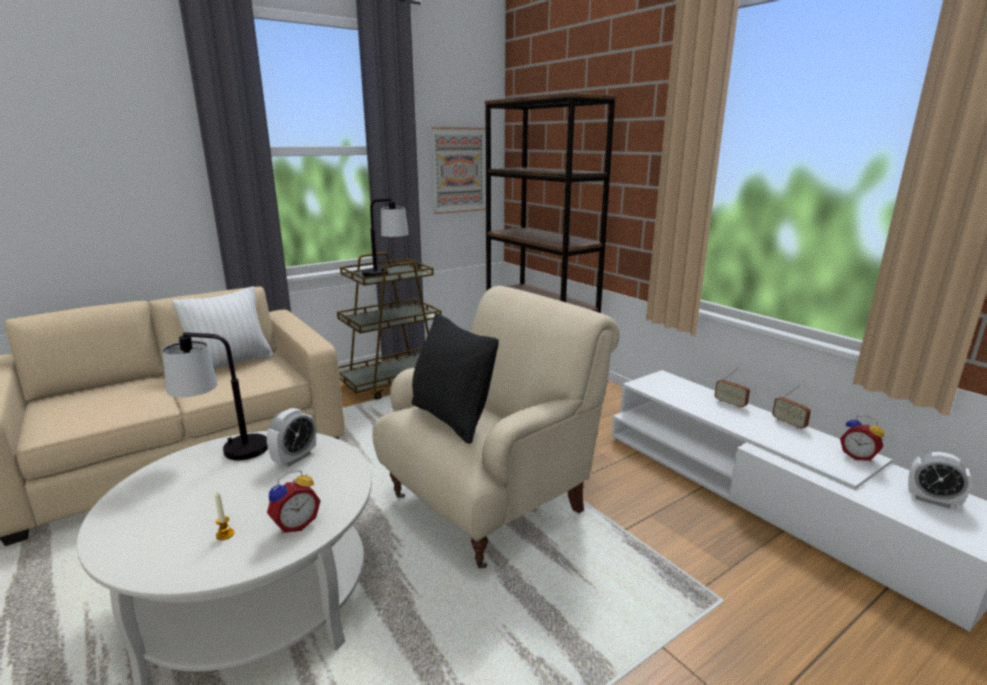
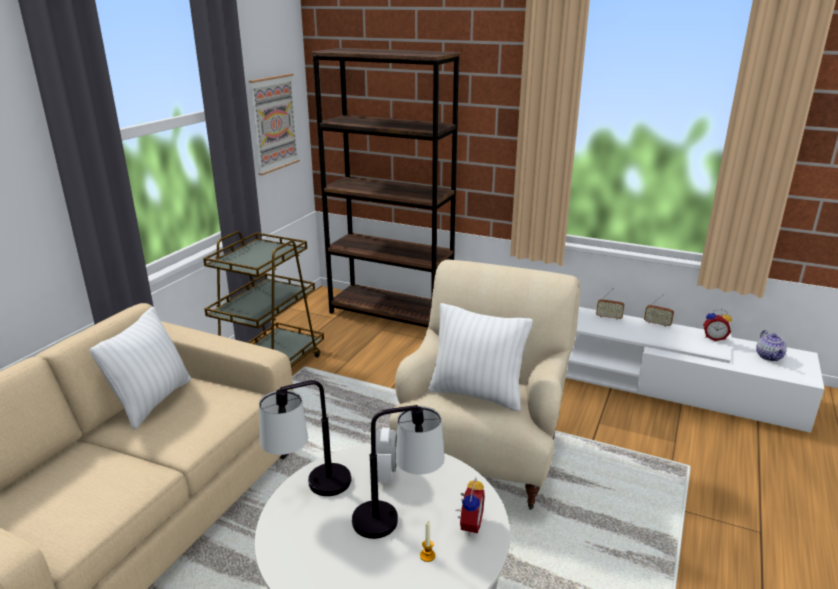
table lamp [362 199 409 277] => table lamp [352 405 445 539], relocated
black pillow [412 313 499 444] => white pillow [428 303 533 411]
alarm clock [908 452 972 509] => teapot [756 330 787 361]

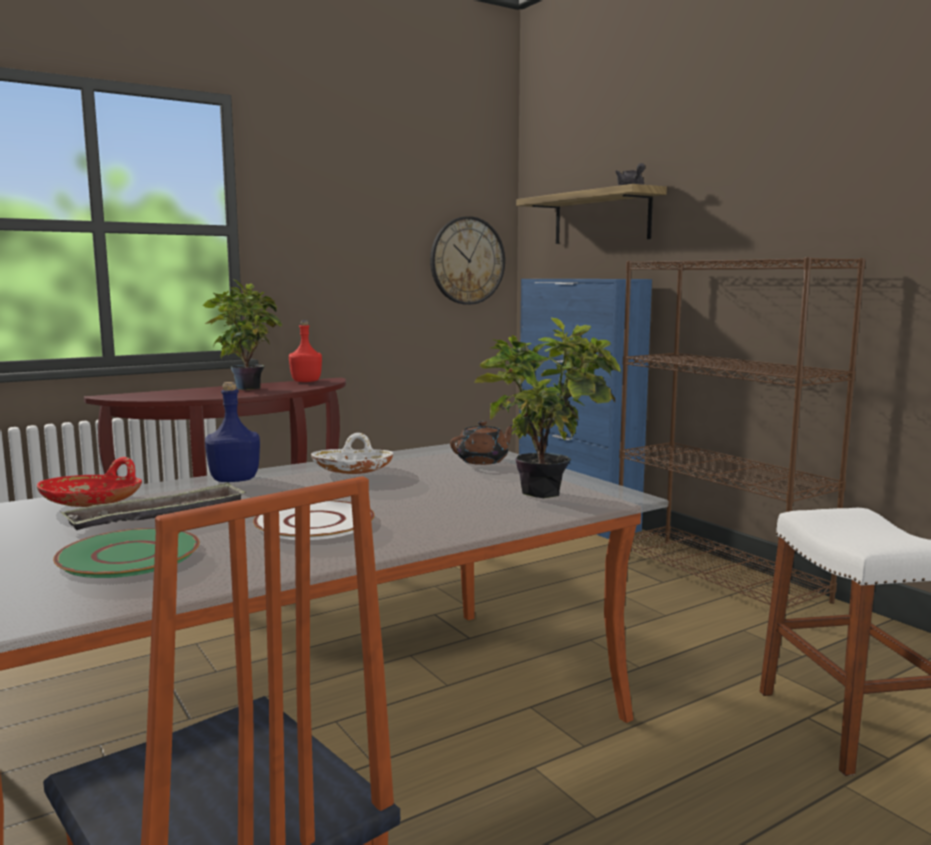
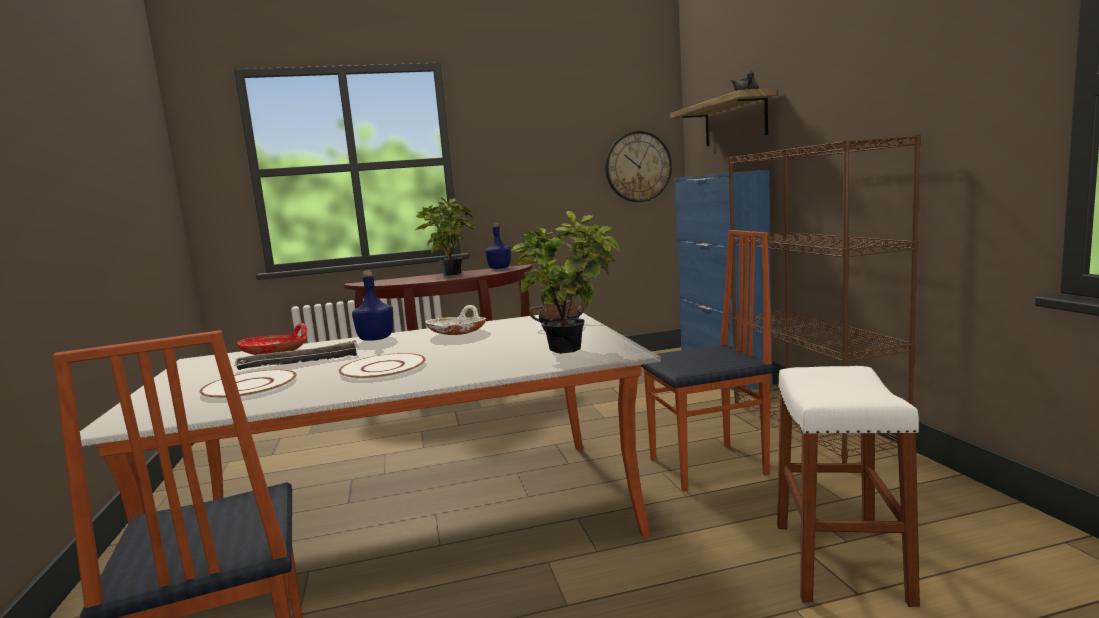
green plate [53 528 200 578] => white plate [200 370 296 400]
red bottle [289 320 322 382] => blue bottle [486 223 511 269]
nothing => chair [641 230 774 492]

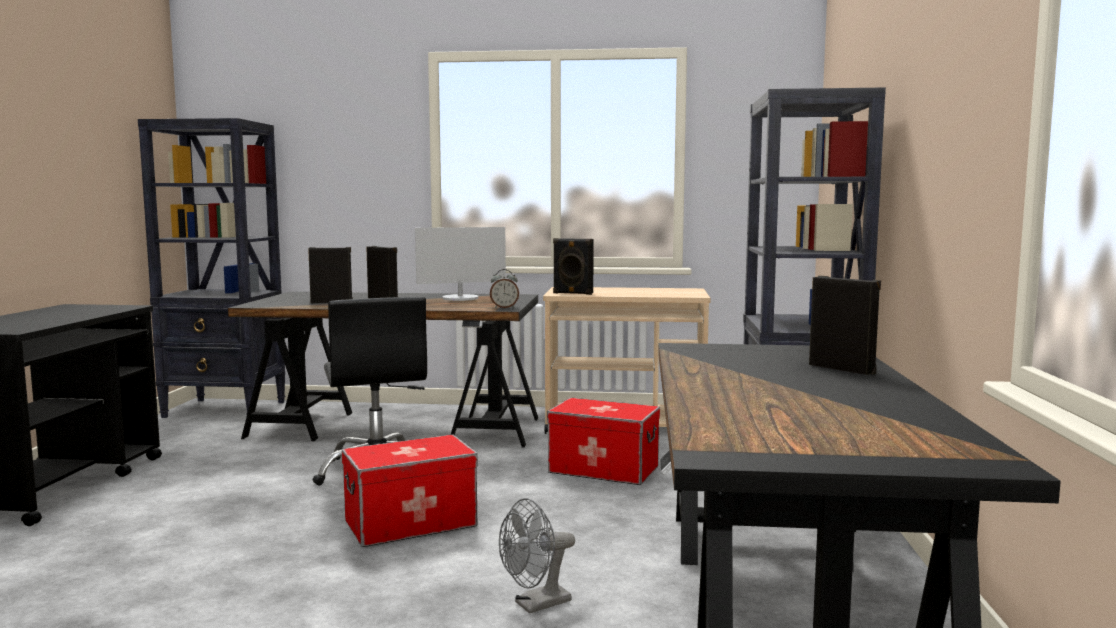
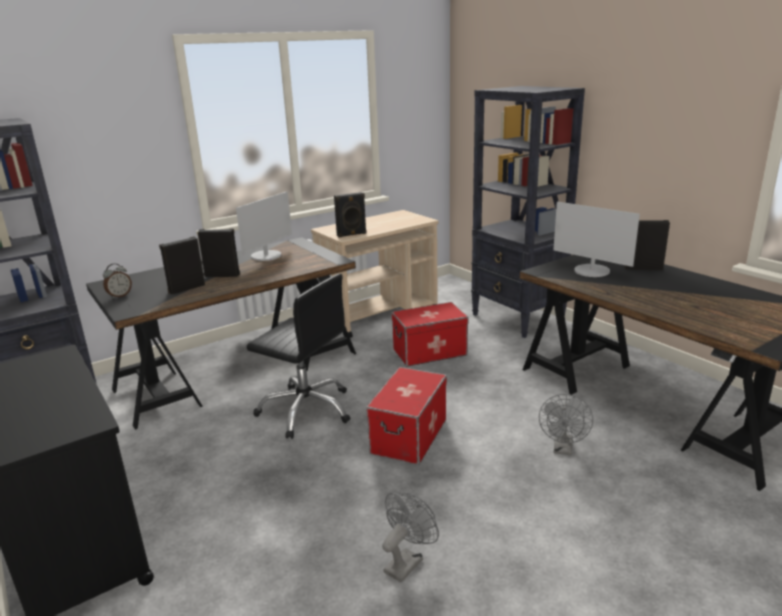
alarm clock [490 269 519 308] => alarm clock [103 263 132 299], relocated
nothing => grey fan [382 492 439 582]
nothing => monitor [553 202 640 277]

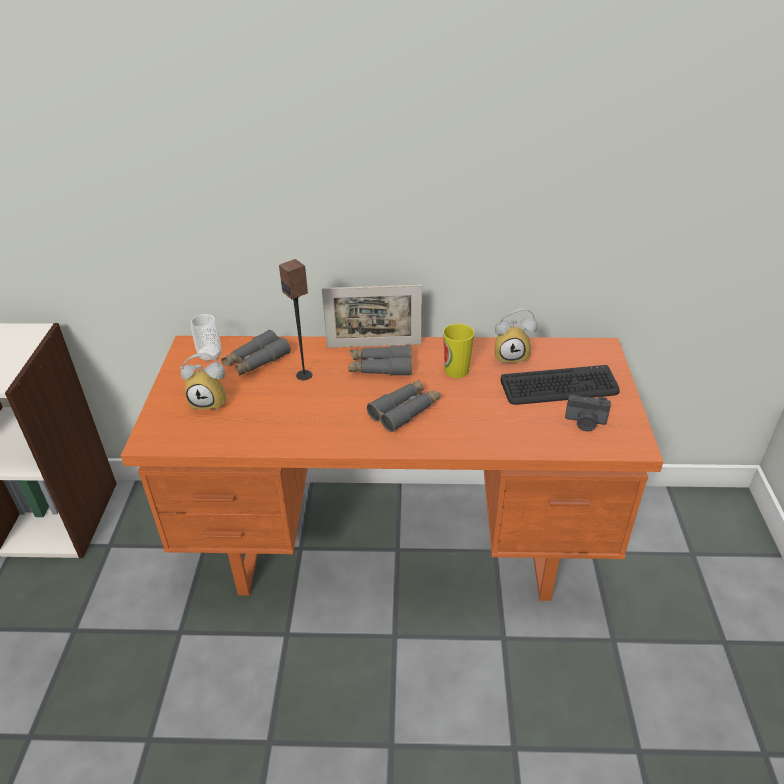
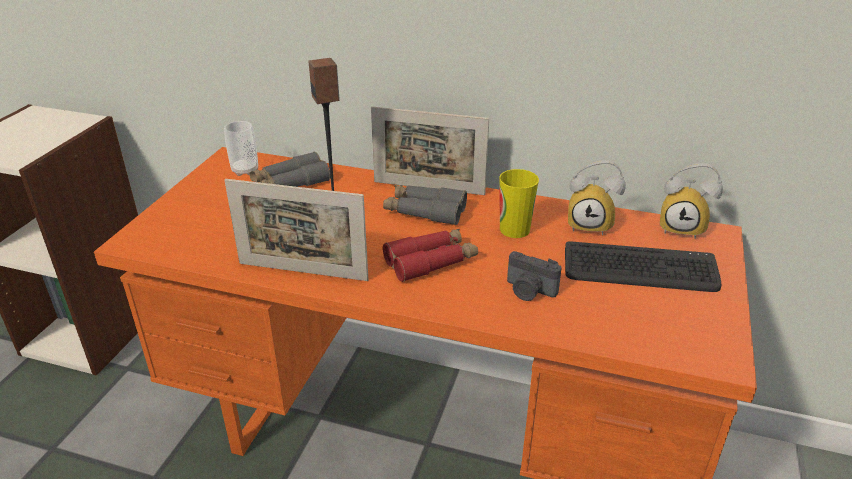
nothing => picture frame [225 179 368 281]
grey binoculars [367 379 441 432] => red binoculars [383 229 478 282]
photo camera [565 395 611 431] => photo camera [507 251 562 301], relocated
alarm clock [180 353 227 411] => alarm clock [660 163 723 239], relocated

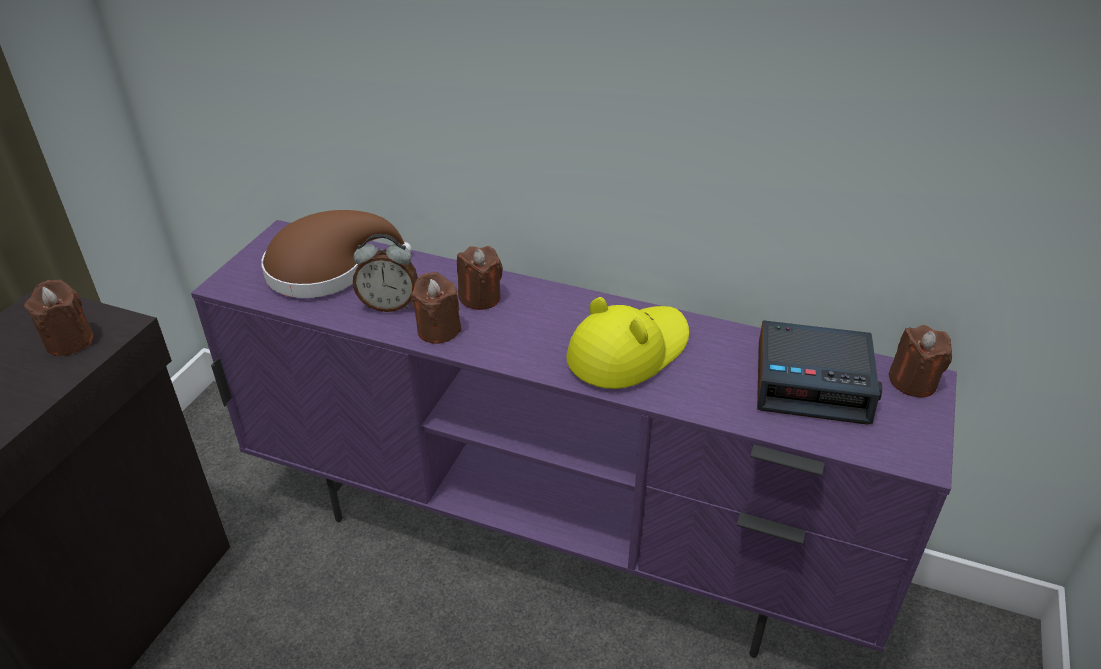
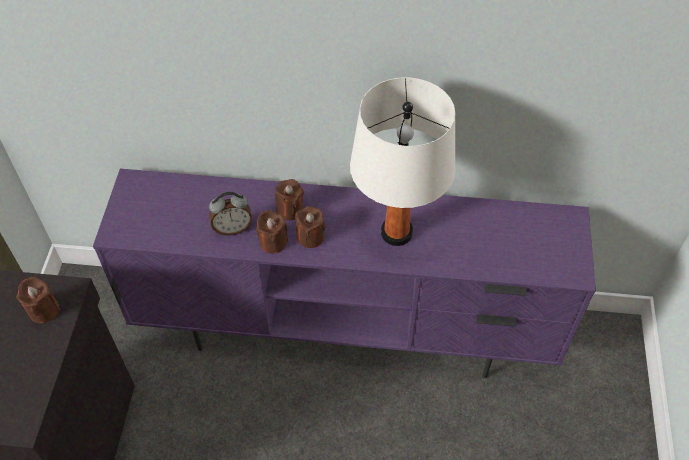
brown candle [889 325 952 397] => brown candle [295 206 326 248], relocated
yellow hat [566 297 689 389] => white table lamp [350 77 456 246]
brown hat [261 210 412 298] => nothing
alarm clock [757 320 882 424] => nothing

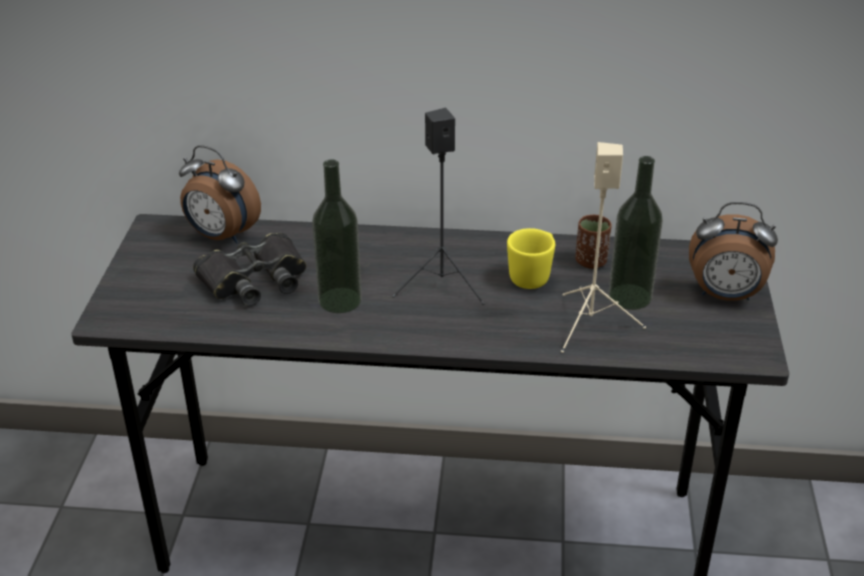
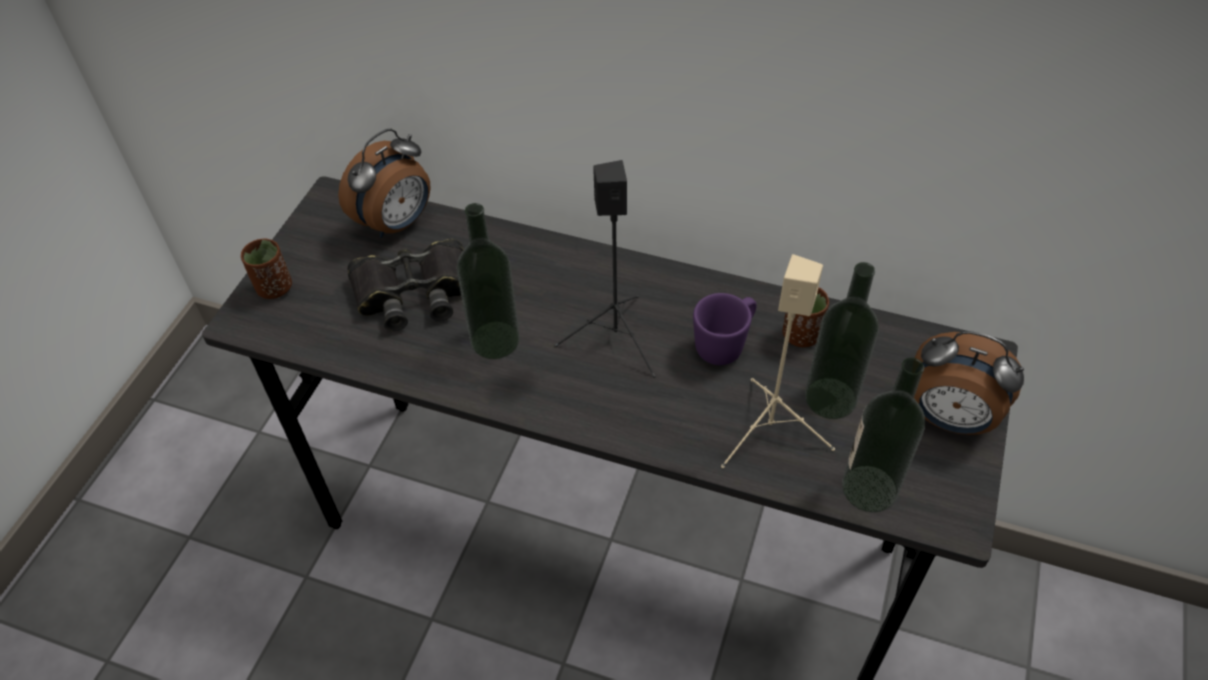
nothing => brown cup [241 238 292 299]
alarm clock [179 145 261 243] => alarm clock [338 129 431 238], 90 degrees counterclockwise
yellow mug [507 228 555 289] => purple mug [693 293 757 365]
nothing => bottle [842 357 925 513]

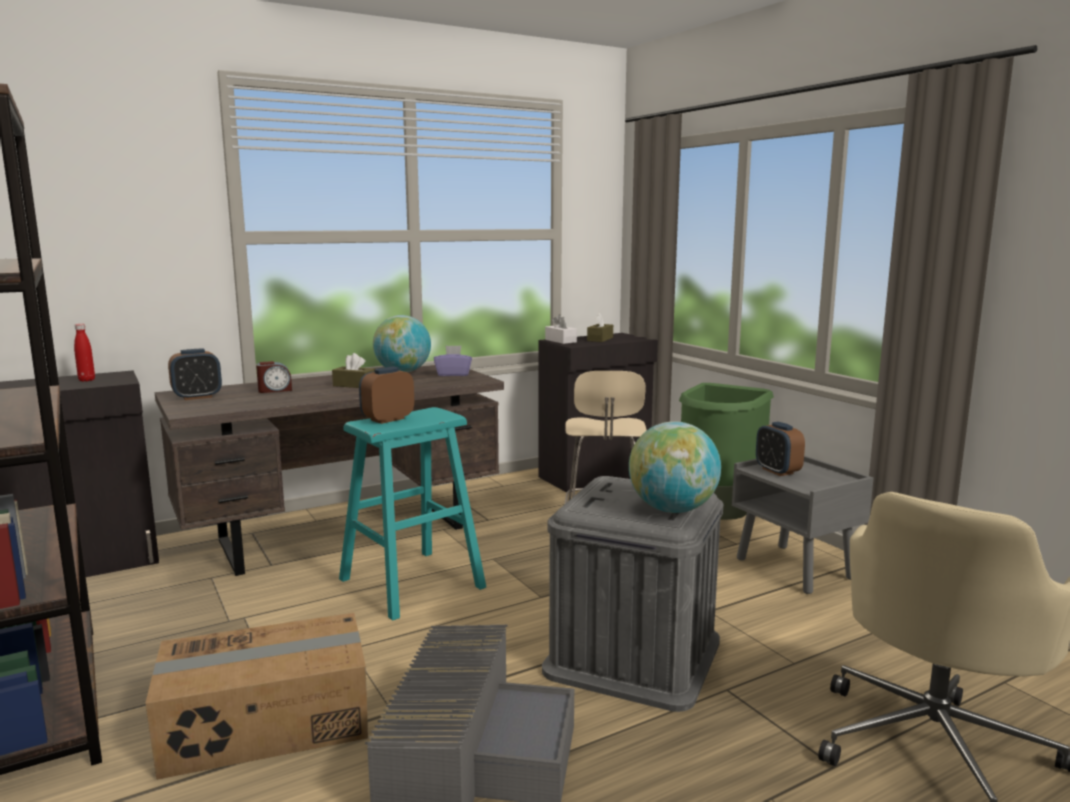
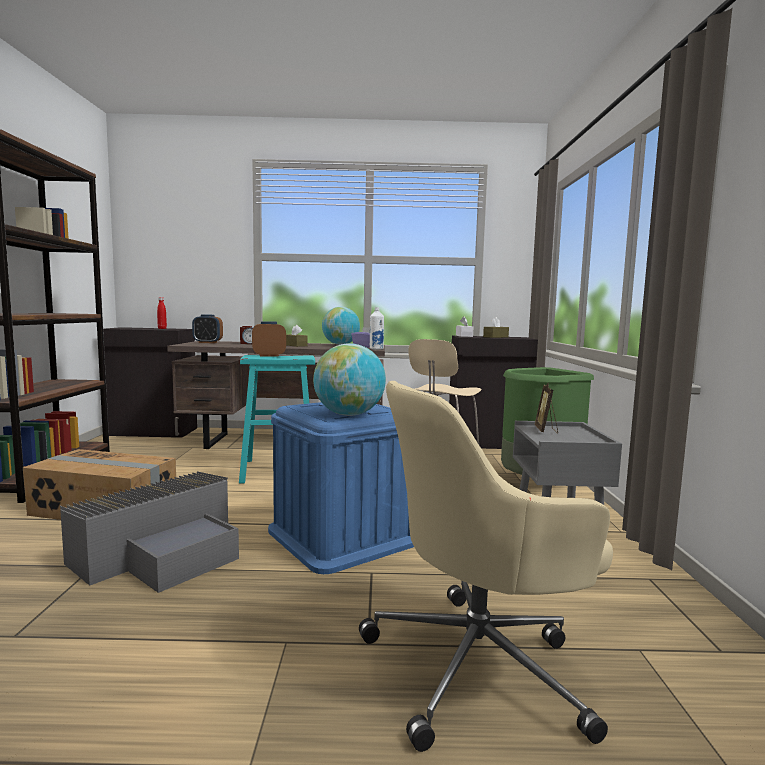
grey storage box [542 476 724 712] => blue storage box [268 402 414 574]
nothing => white bottle [370 307 384 350]
alarm clock [756 422 805 476] => picture frame [535 383 558 434]

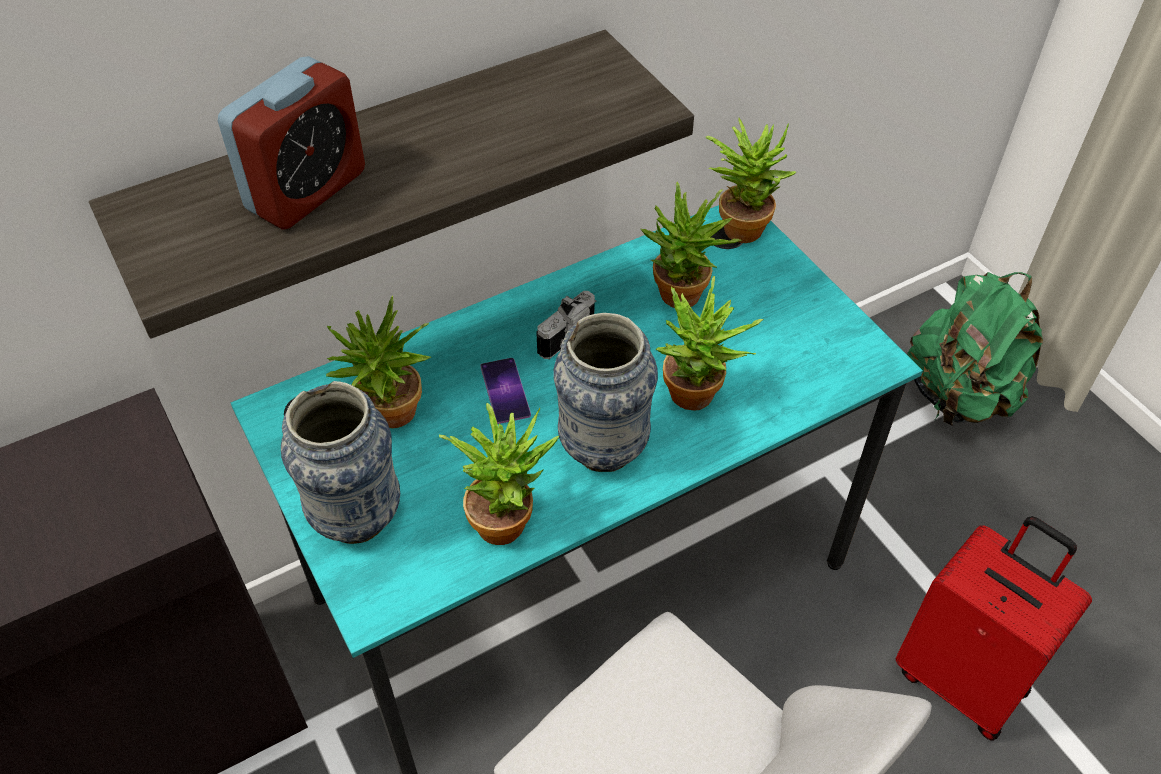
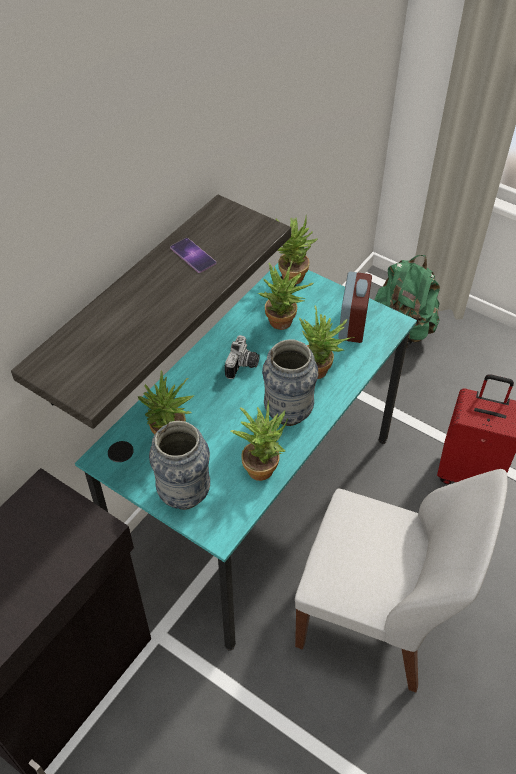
phone [480 358 531 424] => phone [170 238 216 273], relocated
alarm clock [218 56 365 229] => alarm clock [338 272 372 343], relocated

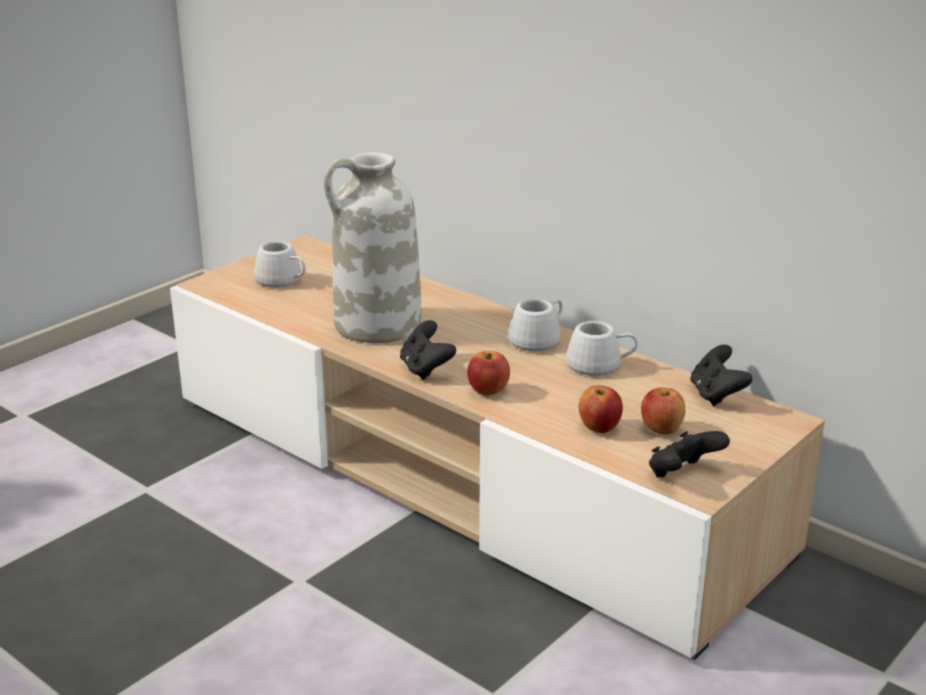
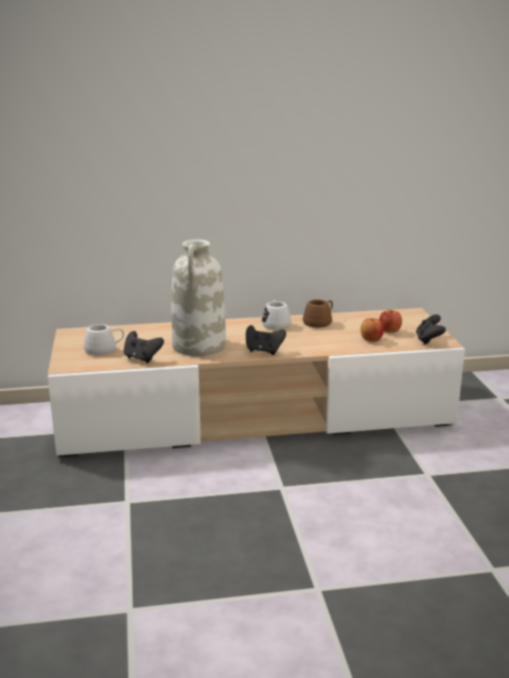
black game controller [690 344 752 406] => black game controller [124 331 164 363], relocated
white mug [566 321 638 376] => brown mug [303 300 333 327]
apple [467 351 510 396] => nothing

